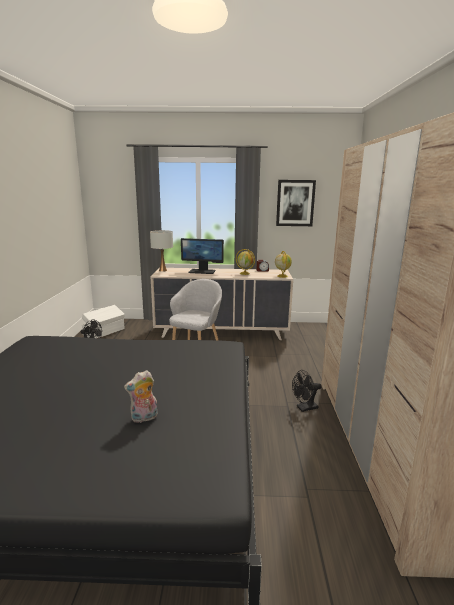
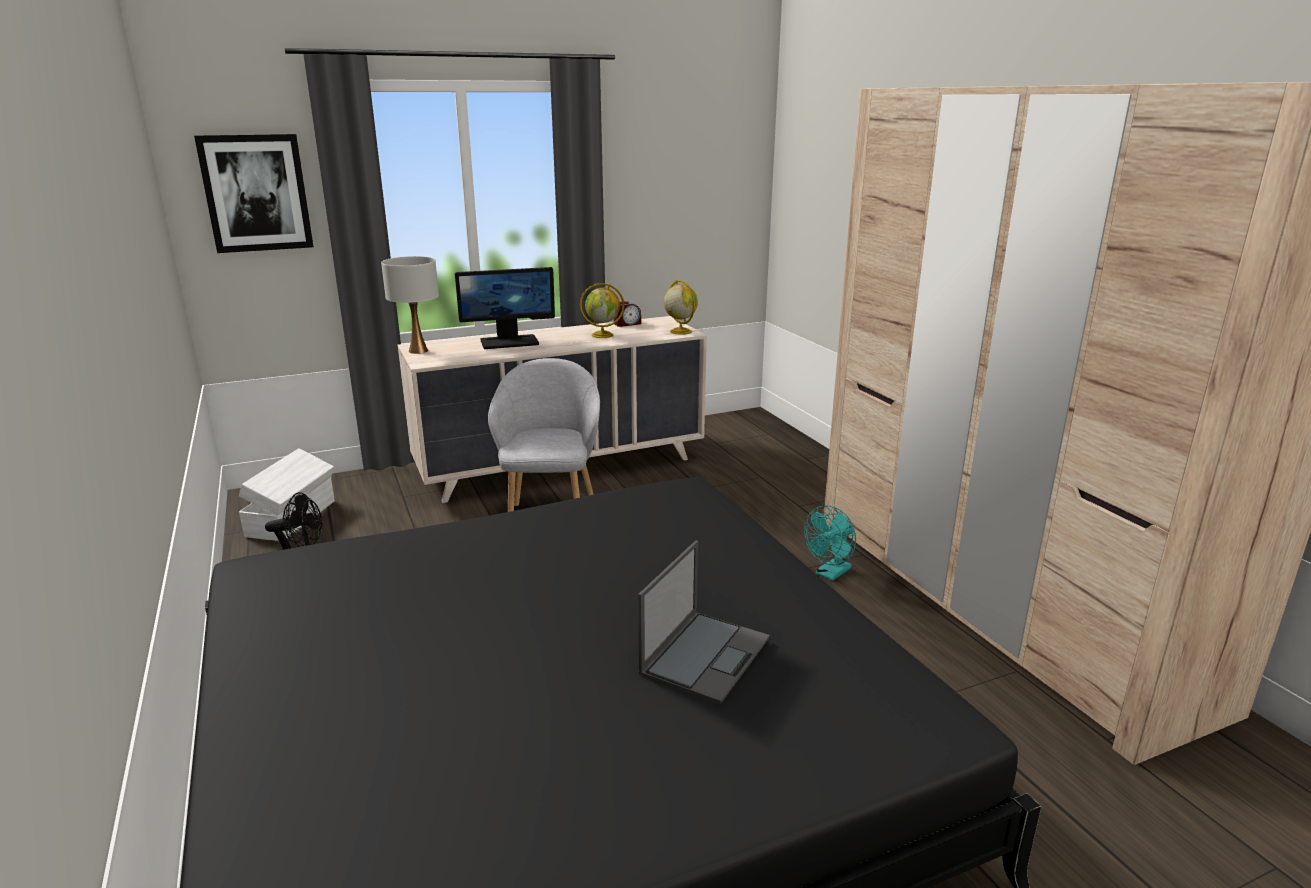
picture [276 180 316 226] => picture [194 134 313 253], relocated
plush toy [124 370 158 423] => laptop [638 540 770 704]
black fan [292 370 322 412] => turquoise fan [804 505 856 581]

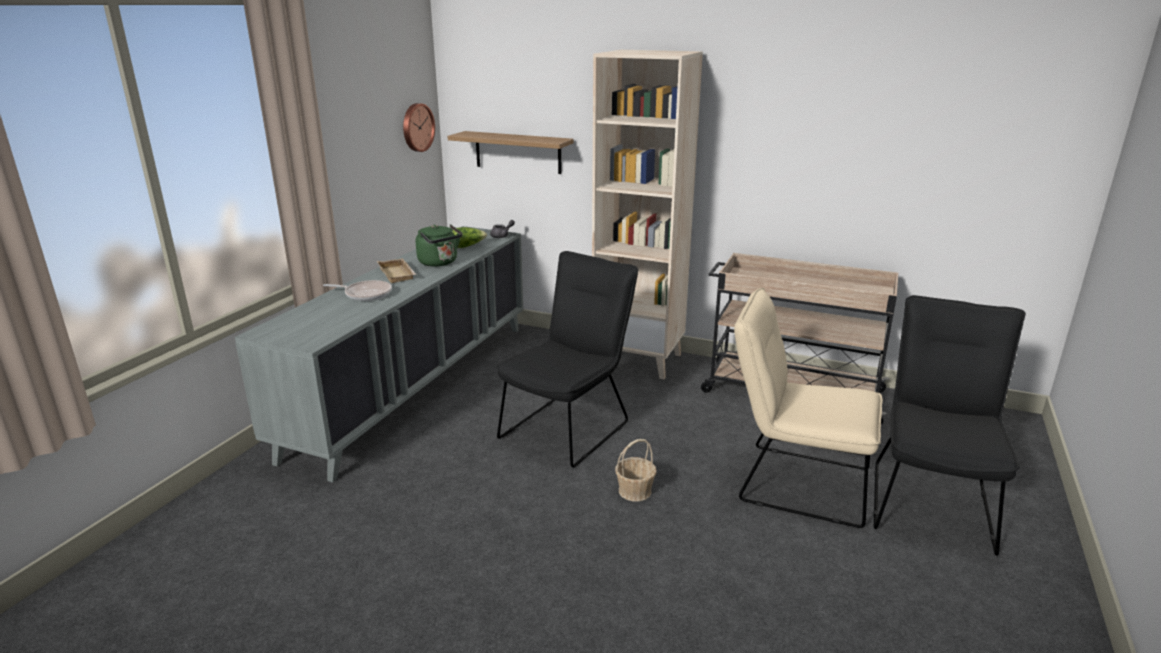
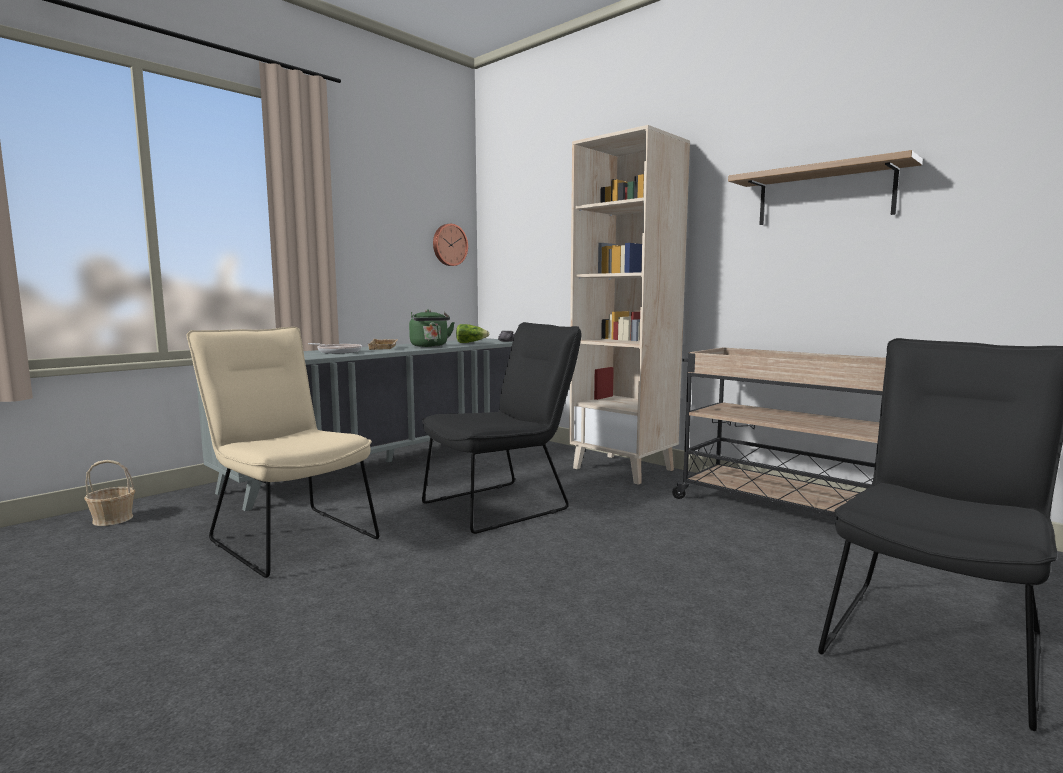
basket [615 439 657 501] => basket [84 460 135 526], relocated
beige chair [734 288 883 528] => beige chair [186 327 379 578], relocated
shelf [448 131 573 174] => shelf [728 150 923 225], relocated

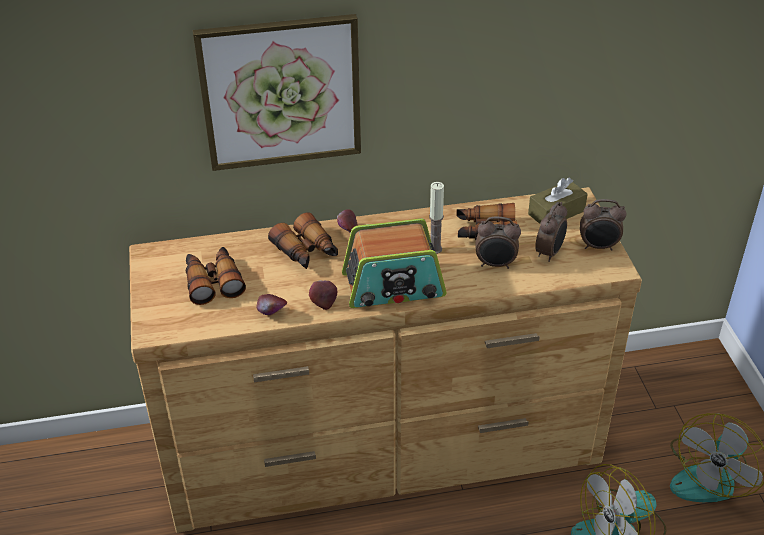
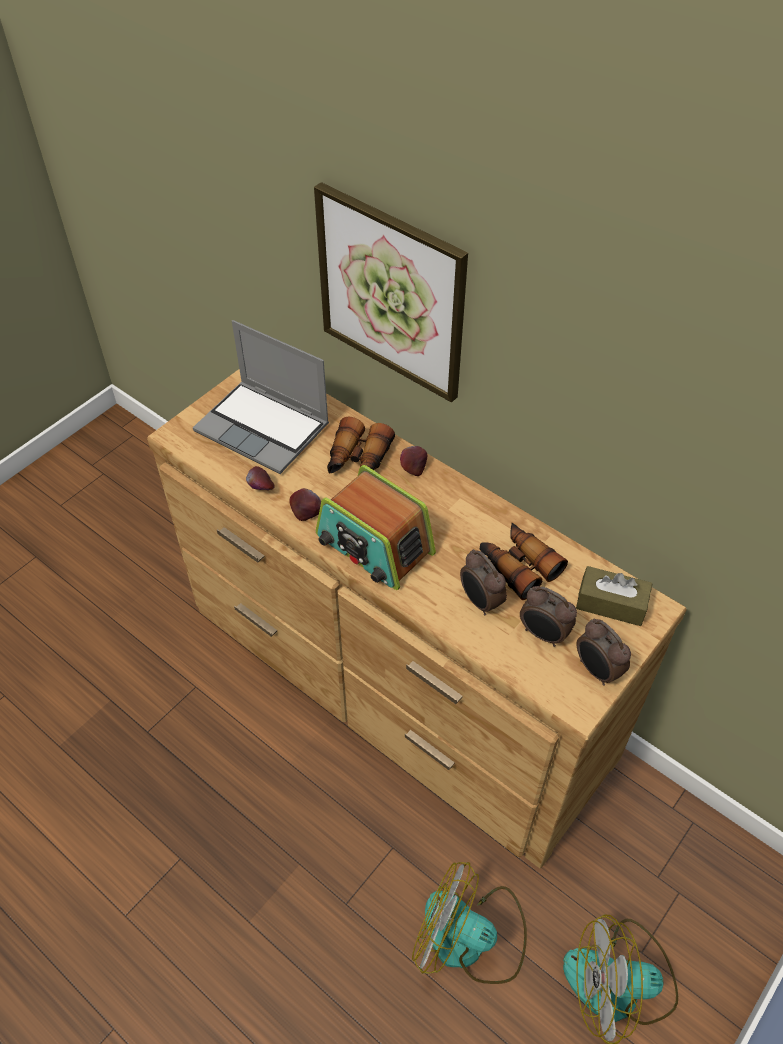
binoculars [186 247 246 305] => laptop [193 320 329 474]
alarm clock [535 202 567 262] => alarm clock [520 586 577 647], 45 degrees clockwise
candle [429 182 444 254] => nothing

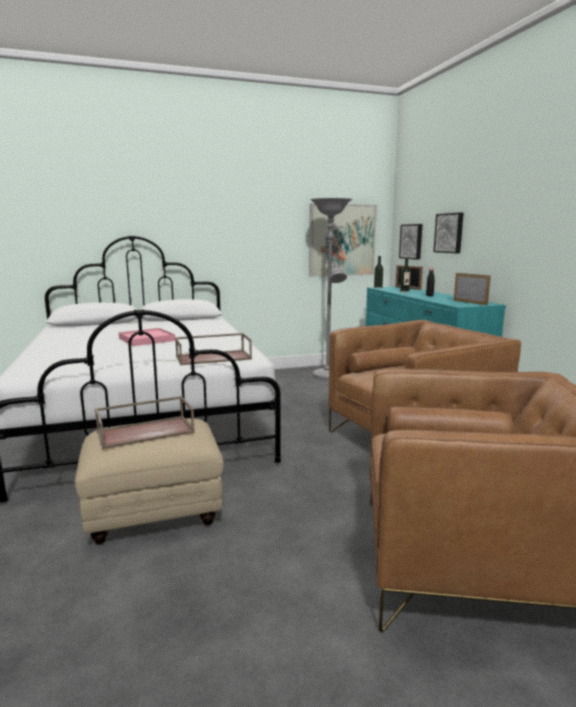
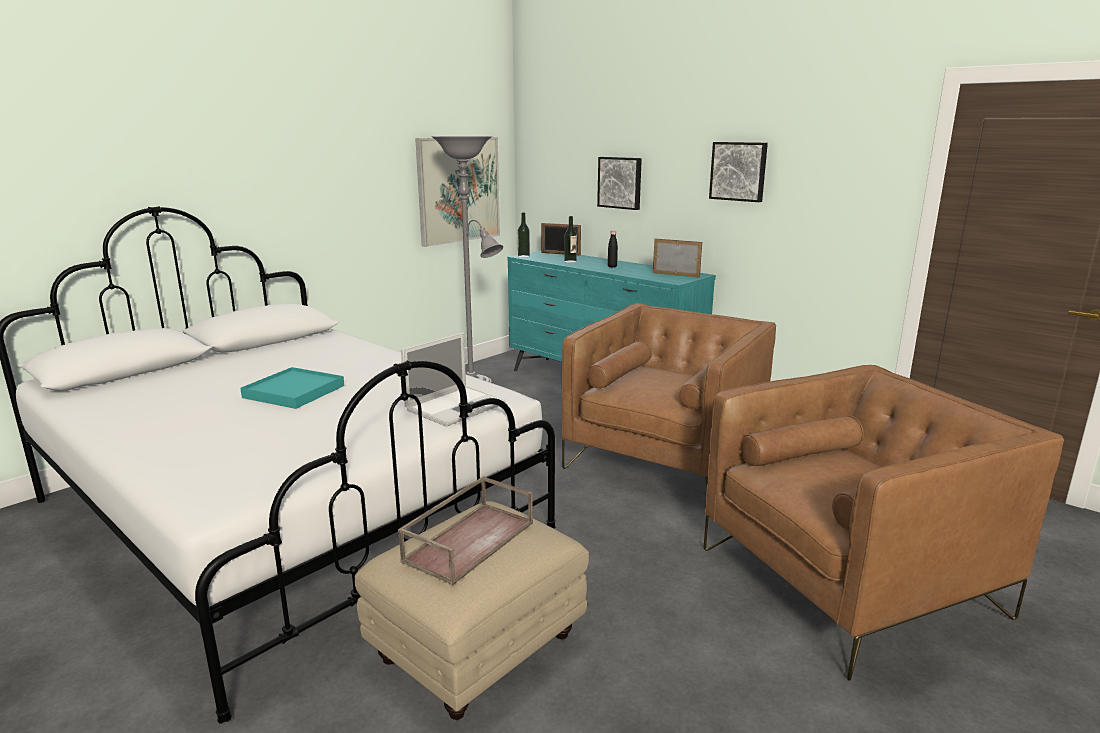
pink tray [119 328 175 346] => turquoise tray [240 367 344 409]
brown tray [175 333 252 365] => laptop [401 332 506 427]
picture [399 224 422 260] => picture [709 142 768 202], relocated

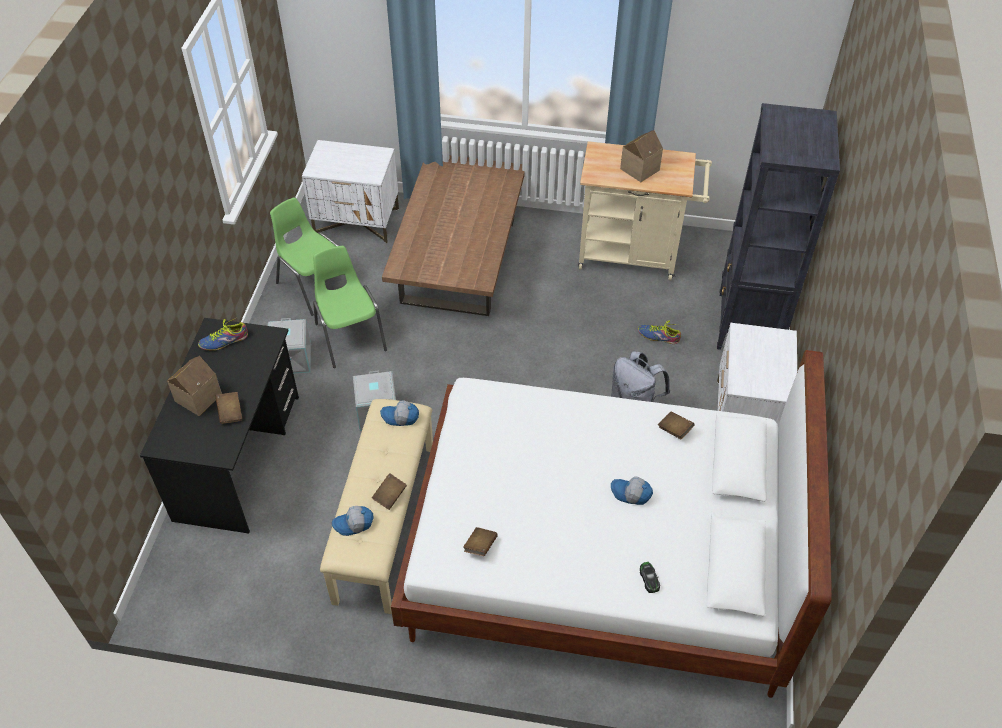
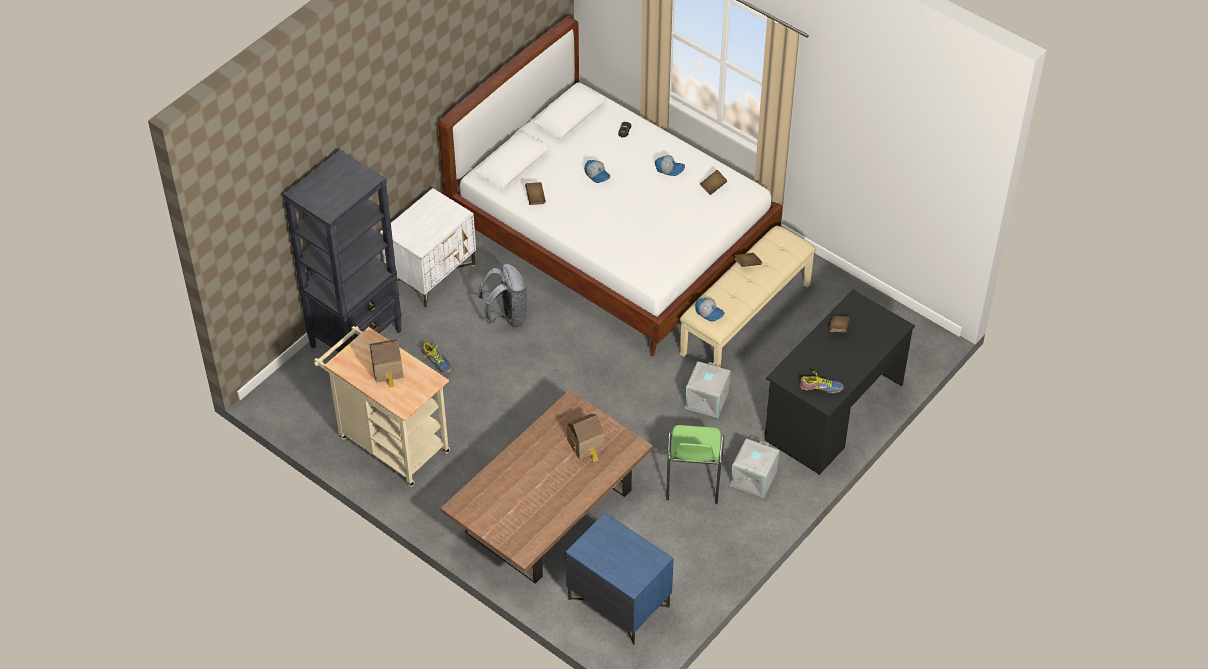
white nightstand [302 140 399 244] => blue nightstand [565 512 674 645]
toy house [167 356 222 416] => toy house [567 413 604 462], relocated
cap [332 506 373 536] => cap [655 155 685 176], relocated
green chair [270 198 339 316] => nothing

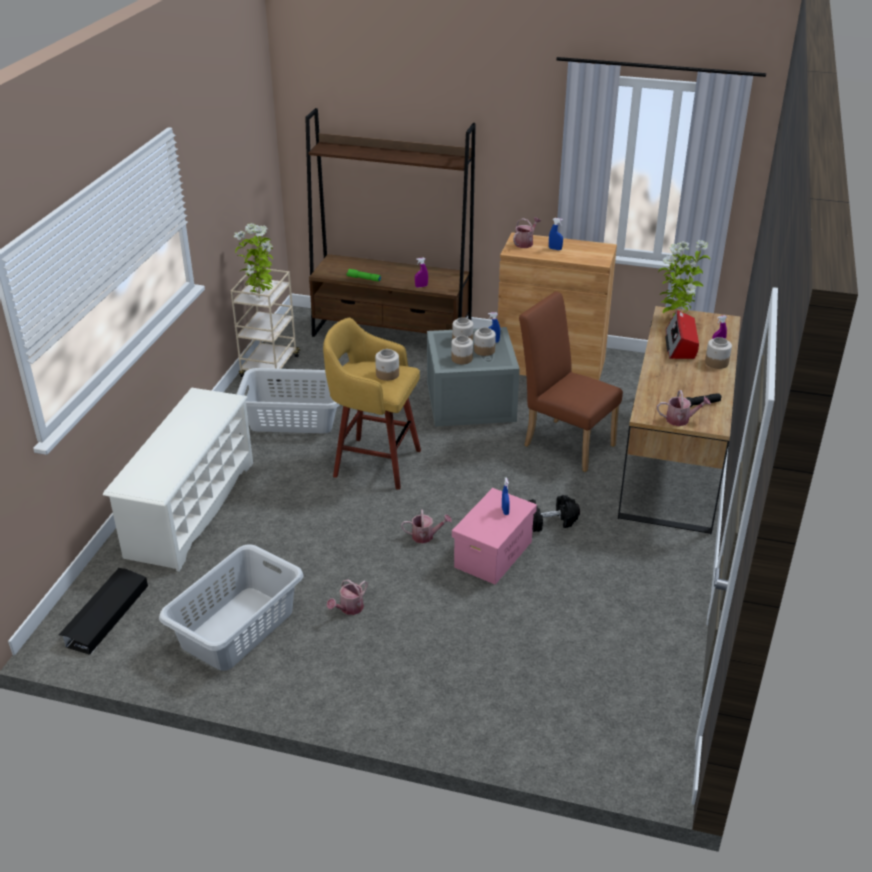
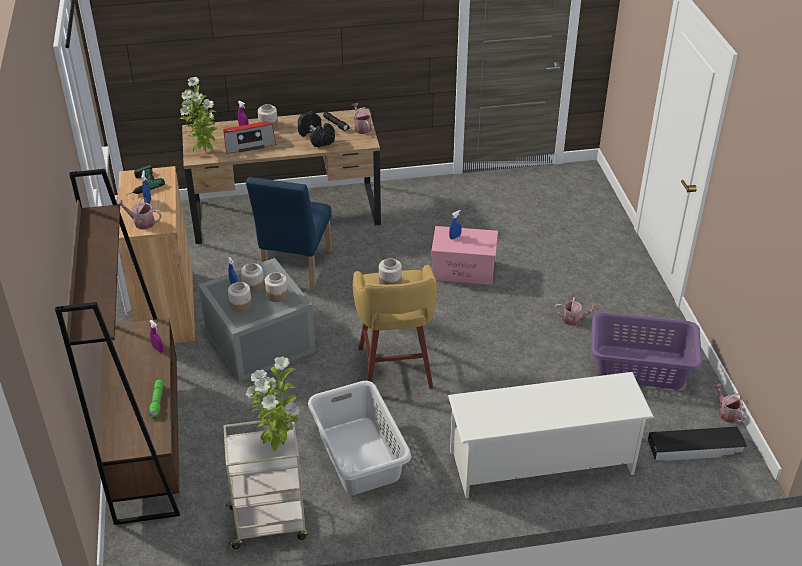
nothing => power drill [127 165 165 195]
brown chair [519 291 623 472] => blue chair [246 177 332 291]
black dumbbell [529 495 580 532] => black dumbbell [298 111 335 148], relocated
grey laundry basket [159 544 304 671] => purple laundry basket [591 312 702 389]
watering can [401 509 452 543] => watering can [714 383 746 423], relocated

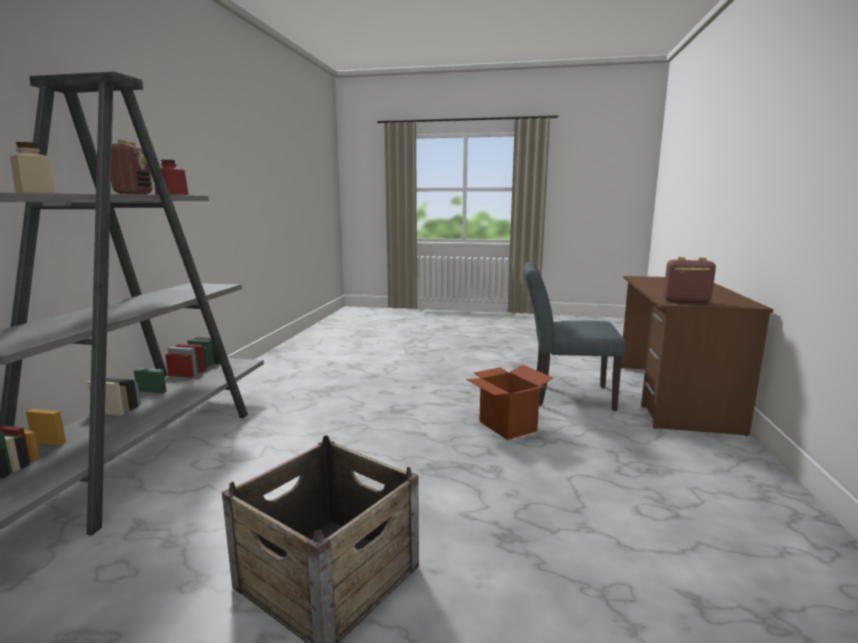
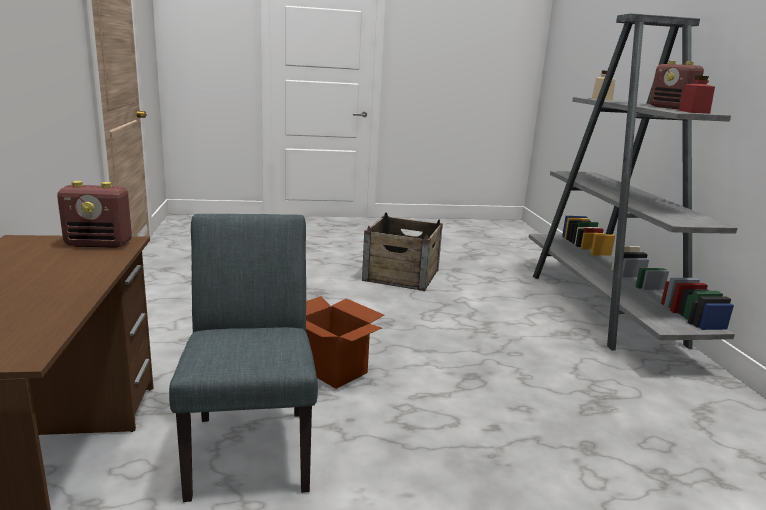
grey chair [523 262 626 411] => grey chair [169 214 318 502], 90 degrees counterclockwise

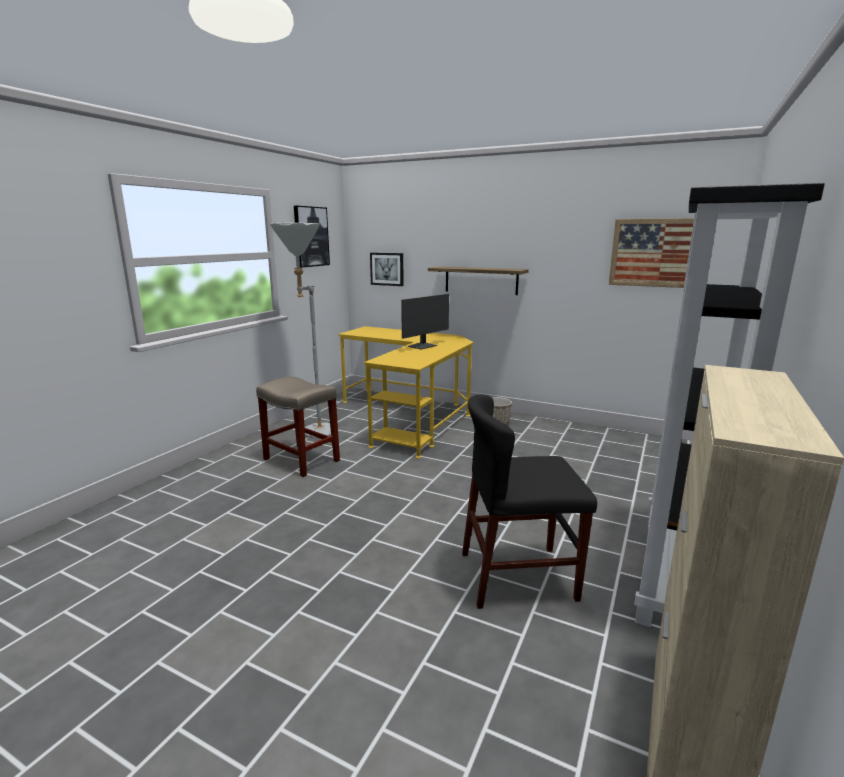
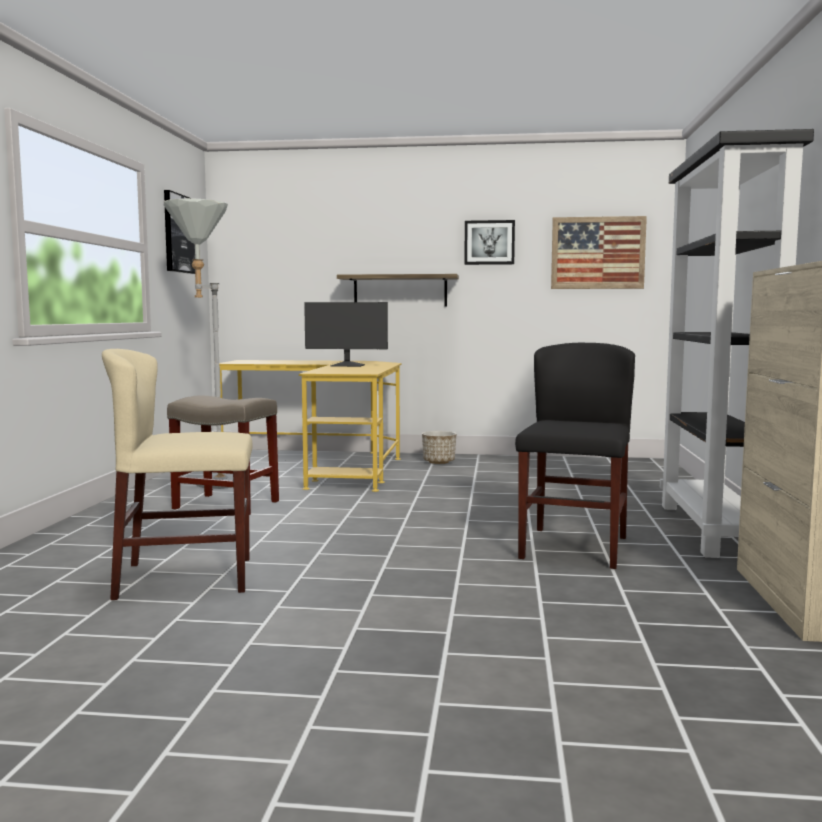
nothing => beige chair [102 349 253 600]
monitor [401 294 449 350] => monitor [304 302 388 367], 75 degrees clockwise
picture [370 253 404 286] => picture [464 220 515 265], relocated
black chair [462 395 597 609] => black chair [515 343 635 569], 135 degrees clockwise

